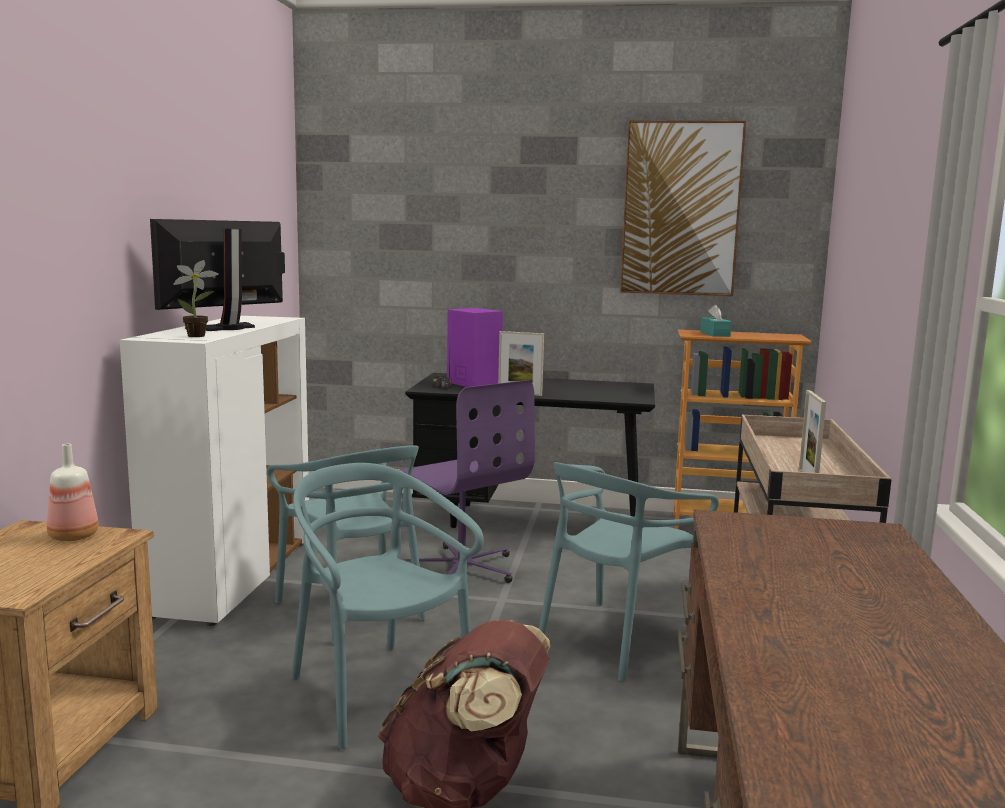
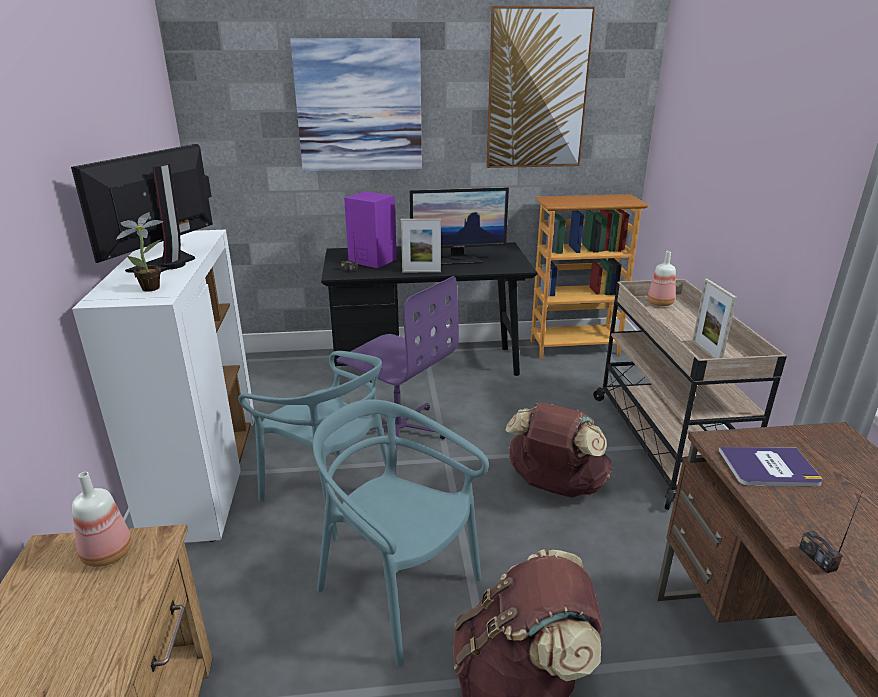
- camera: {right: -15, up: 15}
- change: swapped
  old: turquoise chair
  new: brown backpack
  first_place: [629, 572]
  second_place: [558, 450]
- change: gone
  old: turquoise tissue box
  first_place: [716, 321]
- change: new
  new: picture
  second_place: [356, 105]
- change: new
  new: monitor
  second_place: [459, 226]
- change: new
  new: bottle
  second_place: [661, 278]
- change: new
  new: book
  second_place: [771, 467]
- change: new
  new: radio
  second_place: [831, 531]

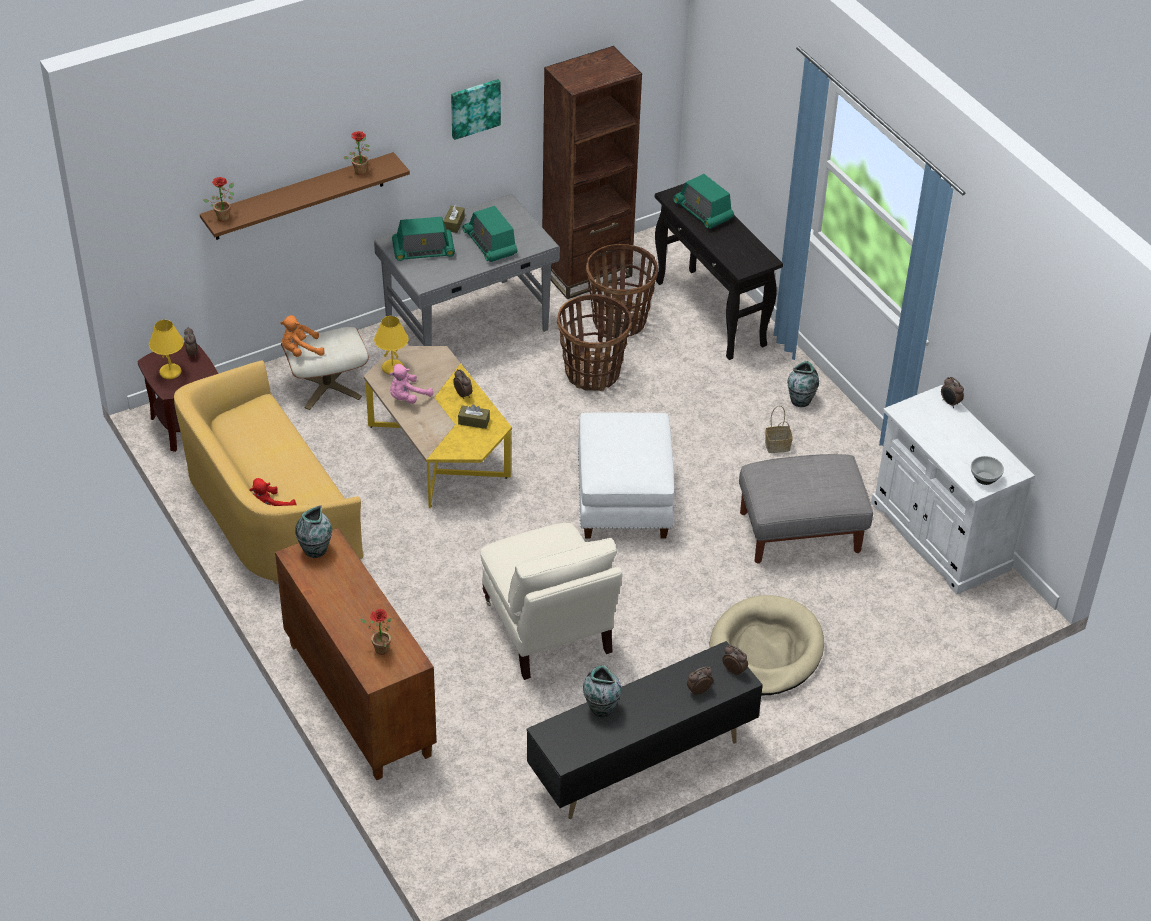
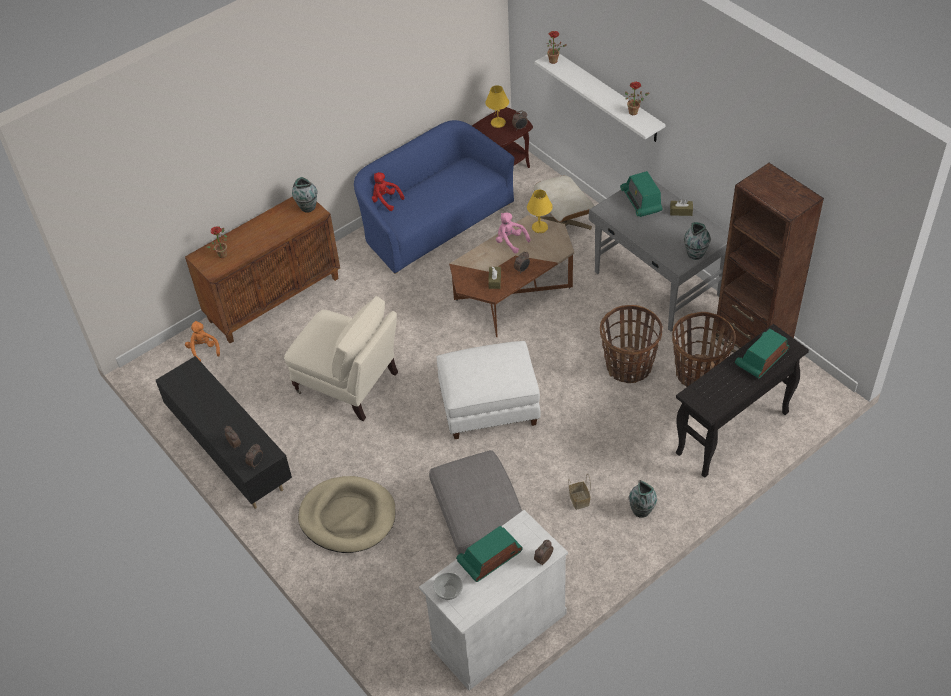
- camera: {right: 85, up: 5}
- change: repainted
  old: yellow sofa
  new: blue sofa
  first_place: [268, 472]
  second_place: [434, 197]
- change: repainted
  old: brown shelf
  new: white shelf
  first_place: [305, 196]
  second_place: [600, 97]
- change: shifted
  old: orange plush toy
  first_place: [302, 336]
  second_place: [202, 341]
- change: repainted
  old: yellow coffee table
  new: brown coffee table
  first_place: [438, 427]
  second_place: [511, 276]
- change: gone
  old: picture
  first_place: [476, 109]
- change: shifted
  old: radio
  first_place: [489, 234]
  second_place: [489, 554]
- change: rotated
  old: beige armchair
  first_place: [551, 601]
  second_place: [341, 358]
  degrees: -120
- change: shifted
  old: vase
  first_place: [602, 691]
  second_place: [697, 241]

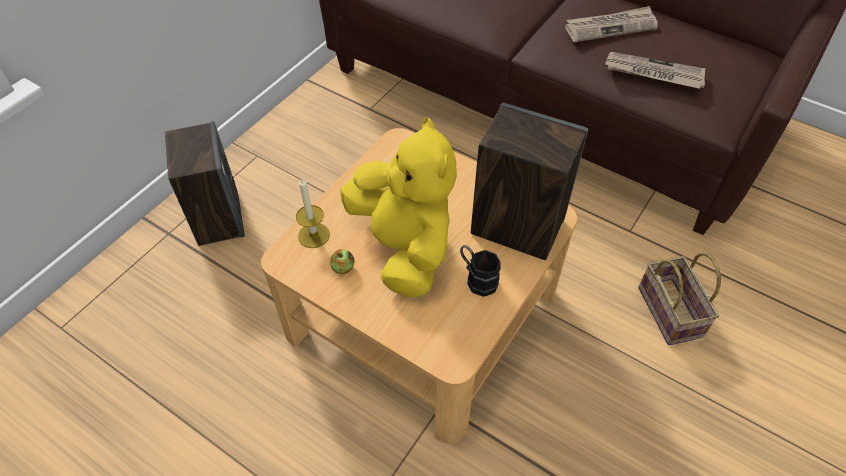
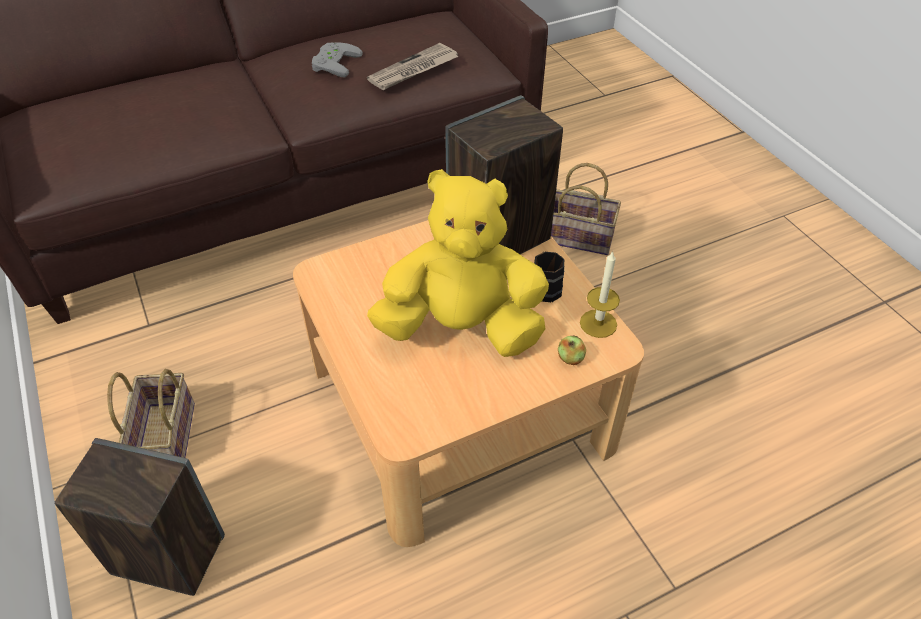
- camera: {right: -60, up: -5}
- change: shifted
  old: candle
  first_place: [313, 212]
  second_place: [600, 295]
- change: shifted
  old: apple
  first_place: [342, 261]
  second_place: [572, 350]
- change: swapped
  old: newspaper
  new: grey game controller
  first_place: [611, 24]
  second_place: [337, 59]
- change: new
  new: basket
  second_place: [151, 413]

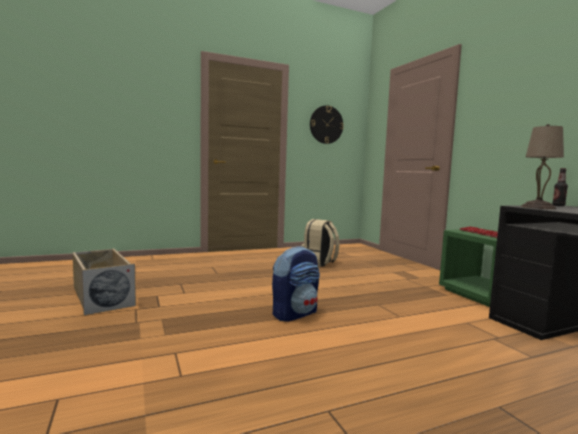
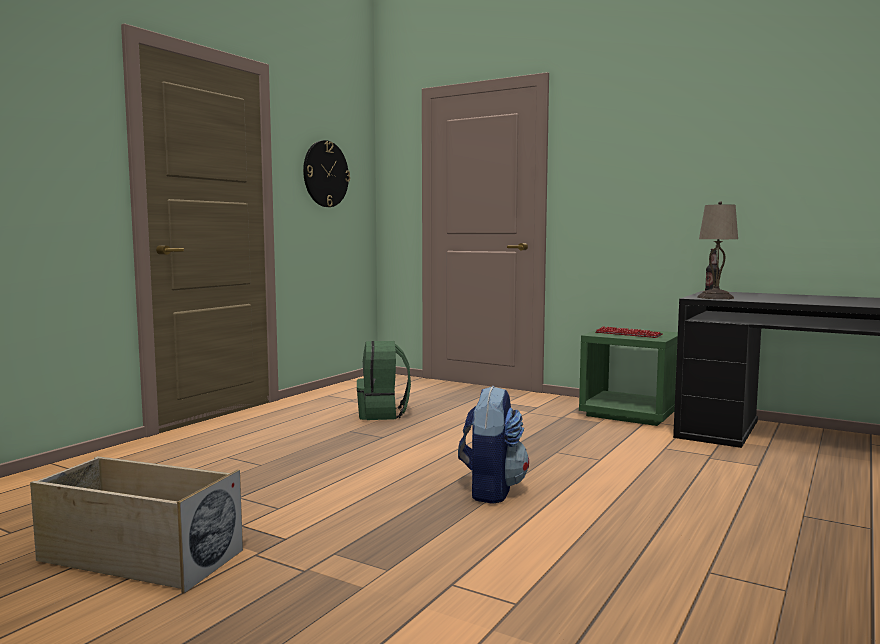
- camera: {right: -35, up: 0}
- change: repainted
  old: beige backpack
  new: green backpack
  first_place: [320, 243]
  second_place: [384, 380]

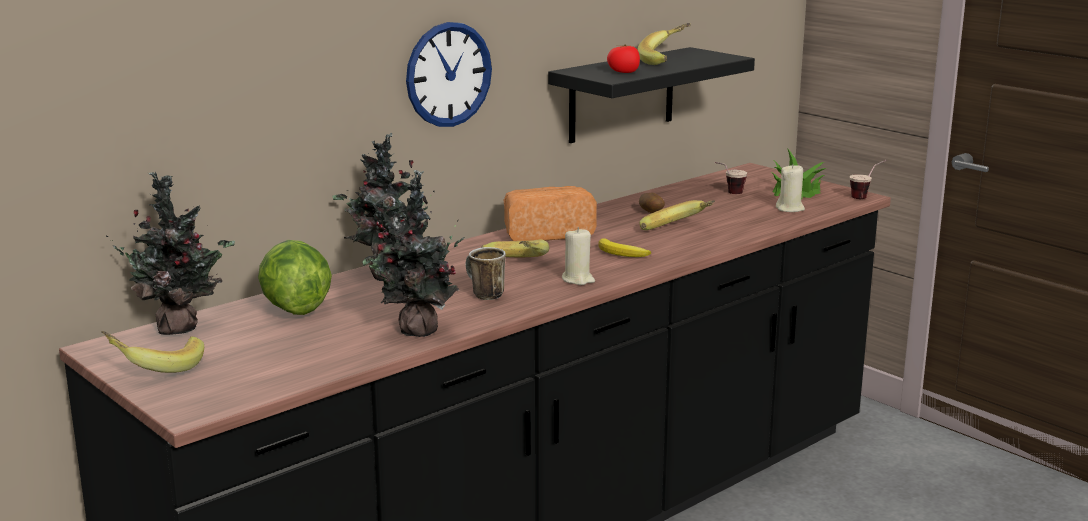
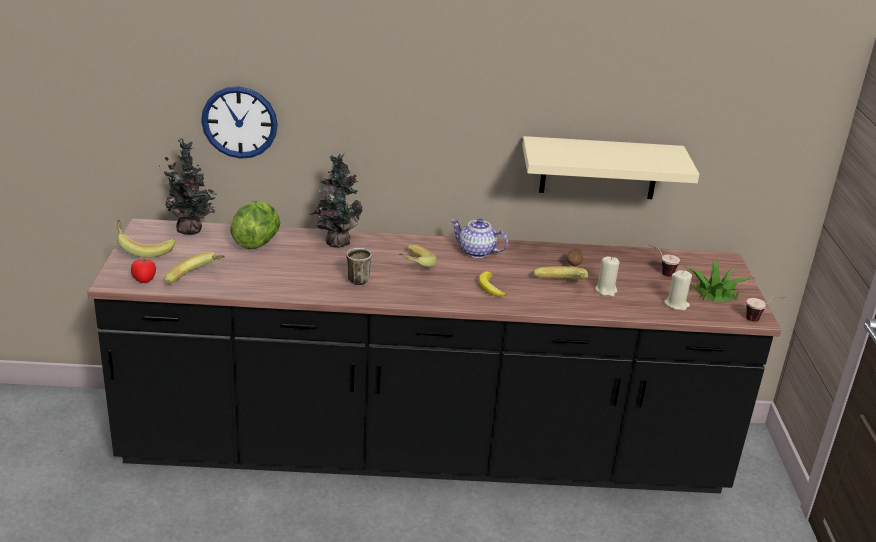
- camera: {right: 40, up: 10}
- change: gone
  old: potted plant
  first_place: [413, 253]
- change: shifted
  old: wall clock
  first_place: [449, 74]
  second_place: [239, 122]
- change: swapped
  old: bread
  new: teapot
  first_place: [550, 213]
  second_place: [479, 238]
- change: repainted
  old: black shelf
  new: beige shelf
  first_place: [651, 95]
  second_place: [610, 167]
- change: shifted
  old: beige candle
  first_place: [578, 256]
  second_place: [607, 276]
- change: shifted
  old: tomato
  first_place: [623, 58]
  second_place: [143, 270]
- change: shifted
  old: banana
  first_place: [664, 44]
  second_place: [194, 268]

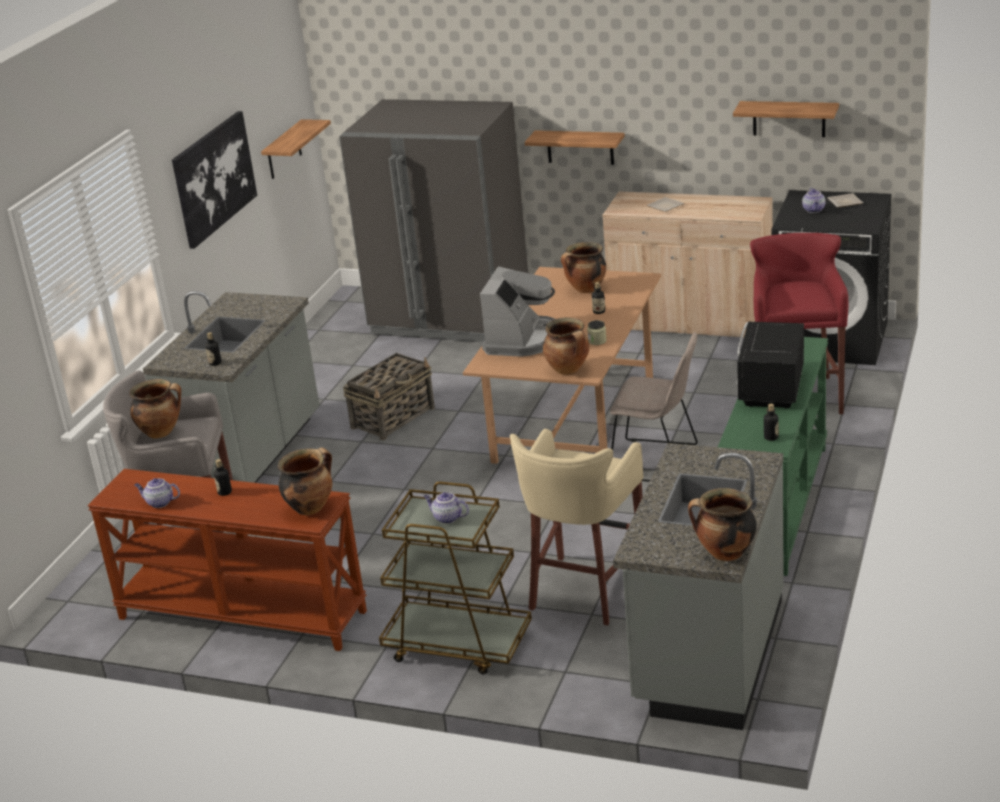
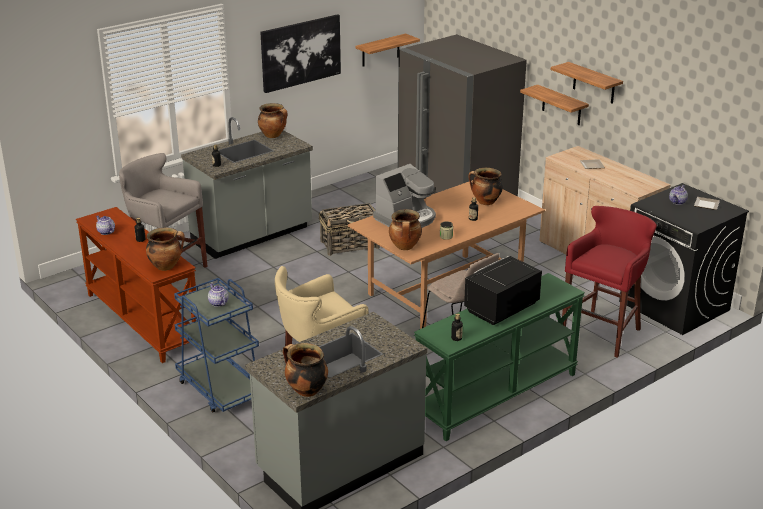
- camera: {right: 30, up: 0}
- change: shifted
  old: cooking pot
  first_place: [155, 408]
  second_place: [273, 120]
- change: repainted
  old: brown cart
  new: blue cart
  first_place: [455, 577]
  second_place: [216, 345]
- change: shifted
  old: shelf
  first_place: [786, 119]
  second_place: [587, 83]

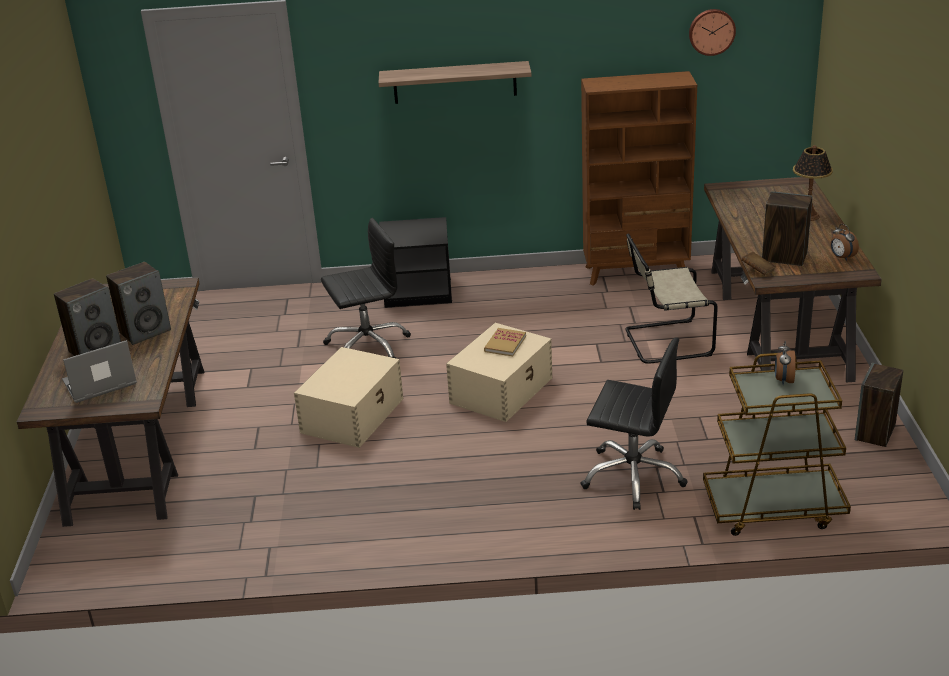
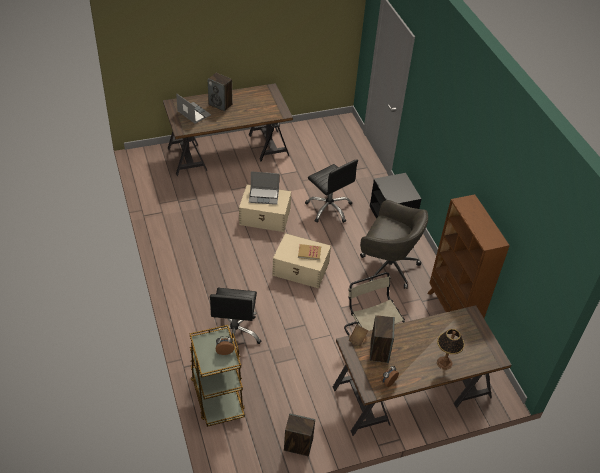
- camera: {right: 70, up: 15}
- change: gone
  old: speaker
  first_place: [138, 303]
- change: gone
  old: shelf
  first_place: [455, 82]
- change: gone
  old: wall clock
  first_place: [712, 32]
- change: new
  new: laptop
  second_place: [264, 188]
- change: new
  new: grey office chair
  second_place: [394, 244]

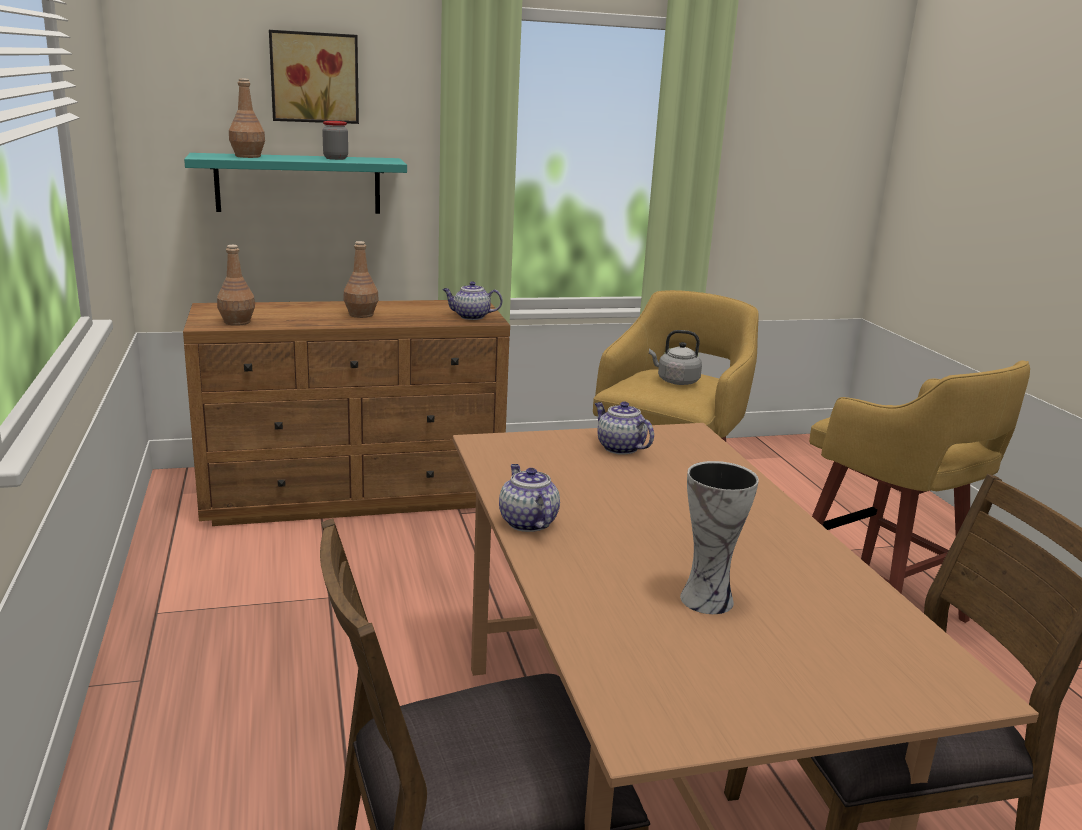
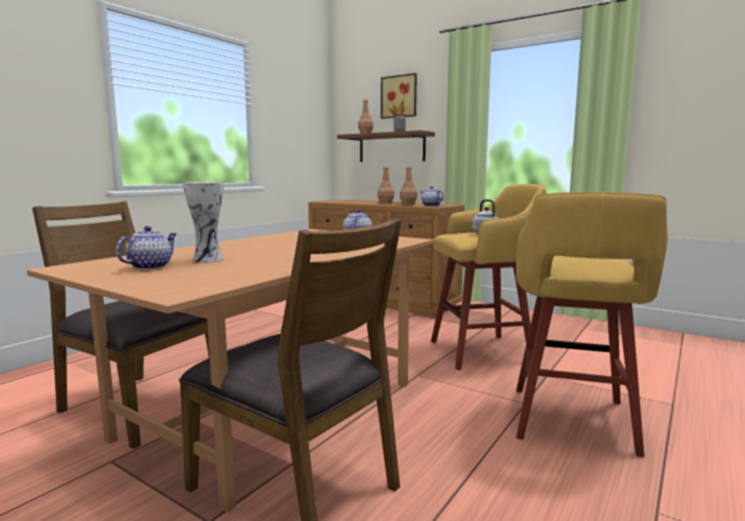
- camera: {right: 50, up: -10}
- change: repainted
  old: turquoise shelf
  new: brown shelf
  first_place: [295, 183]
  second_place: [386, 146]
- change: shifted
  old: brown bottle
  first_place: [236, 285]
  second_place: [409, 185]
- change: shifted
  old: teapot
  first_place: [529, 498]
  second_place: [146, 248]

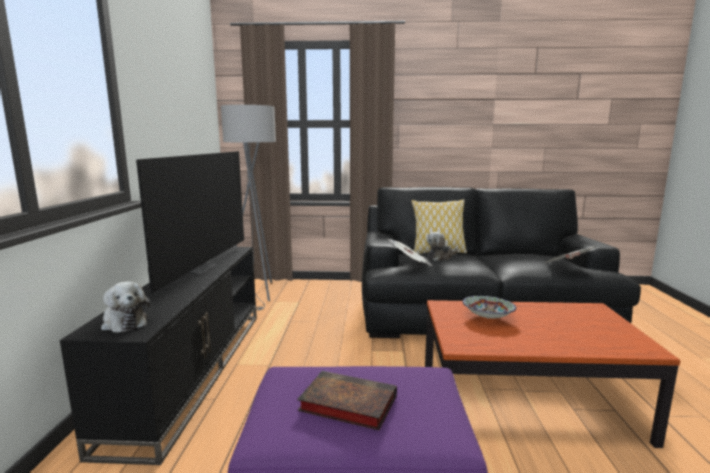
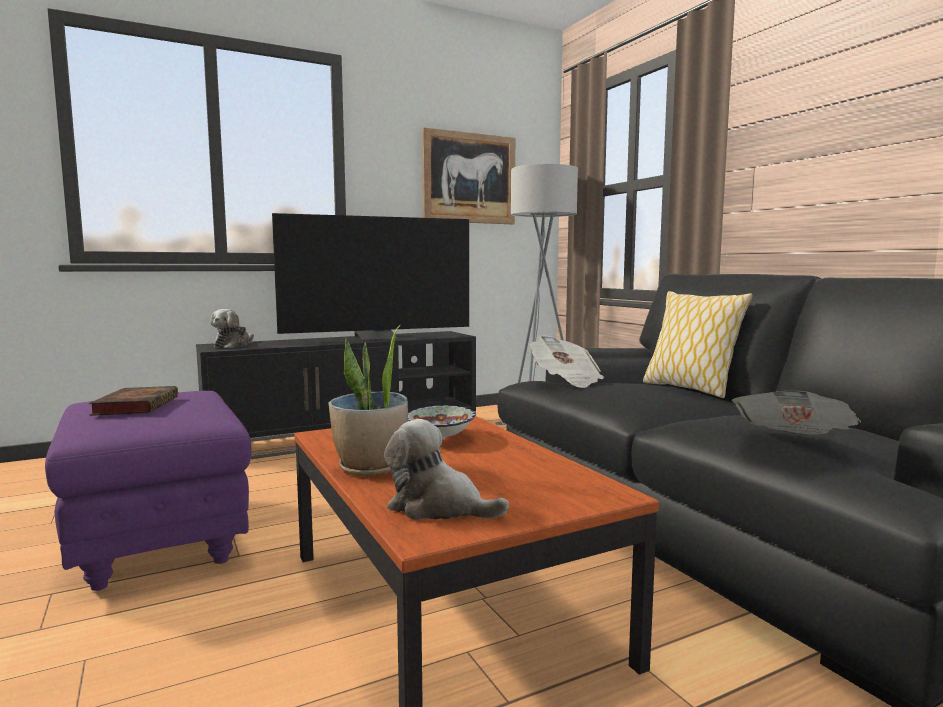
- camera: {right: 60, up: -5}
- change: shifted
  old: plush toy
  first_place: [442, 246]
  second_place: [446, 469]
- change: new
  new: potted plant
  second_place: [368, 400]
- change: new
  new: picture
  second_place: [468, 176]

